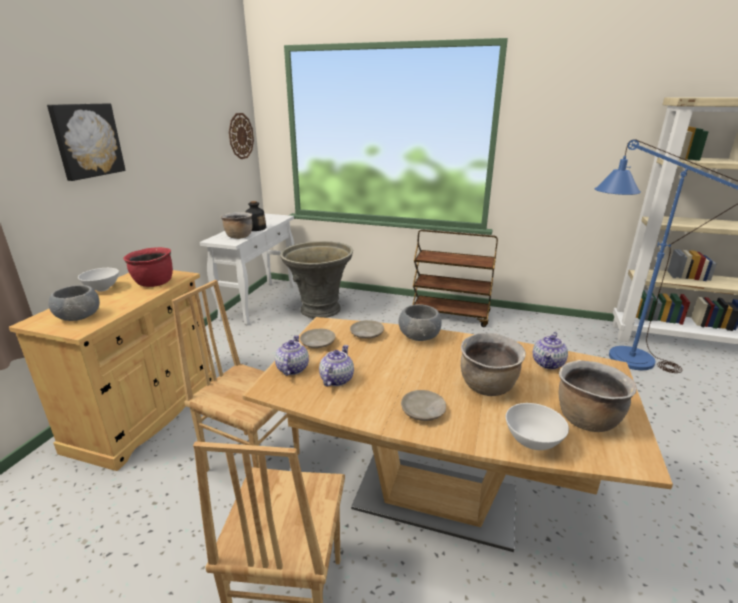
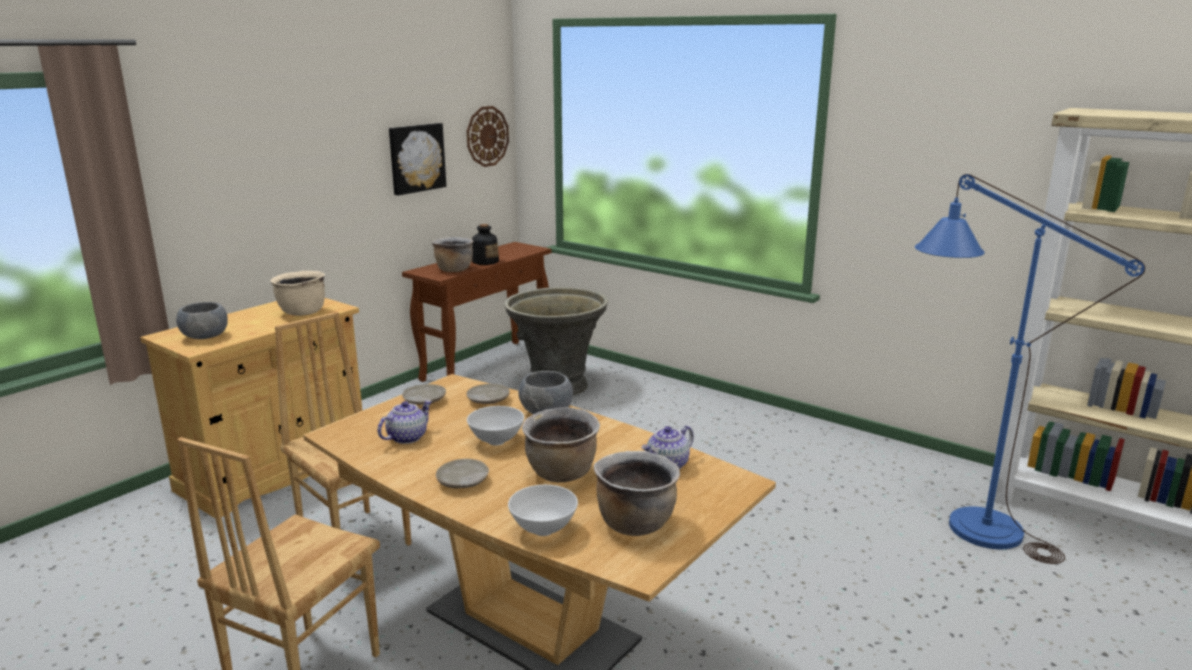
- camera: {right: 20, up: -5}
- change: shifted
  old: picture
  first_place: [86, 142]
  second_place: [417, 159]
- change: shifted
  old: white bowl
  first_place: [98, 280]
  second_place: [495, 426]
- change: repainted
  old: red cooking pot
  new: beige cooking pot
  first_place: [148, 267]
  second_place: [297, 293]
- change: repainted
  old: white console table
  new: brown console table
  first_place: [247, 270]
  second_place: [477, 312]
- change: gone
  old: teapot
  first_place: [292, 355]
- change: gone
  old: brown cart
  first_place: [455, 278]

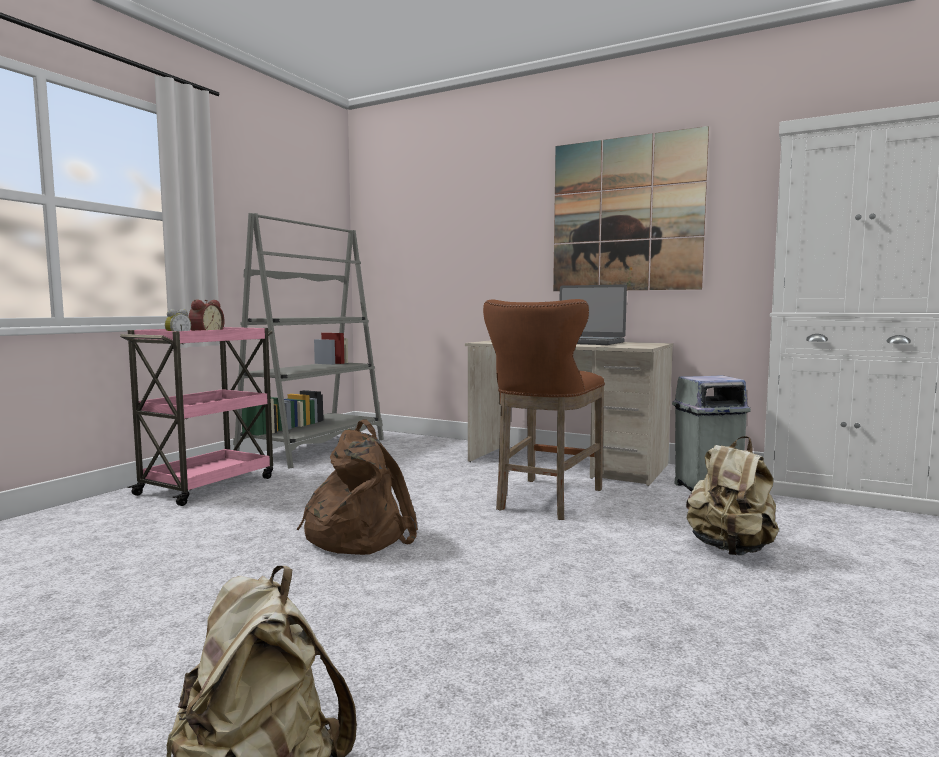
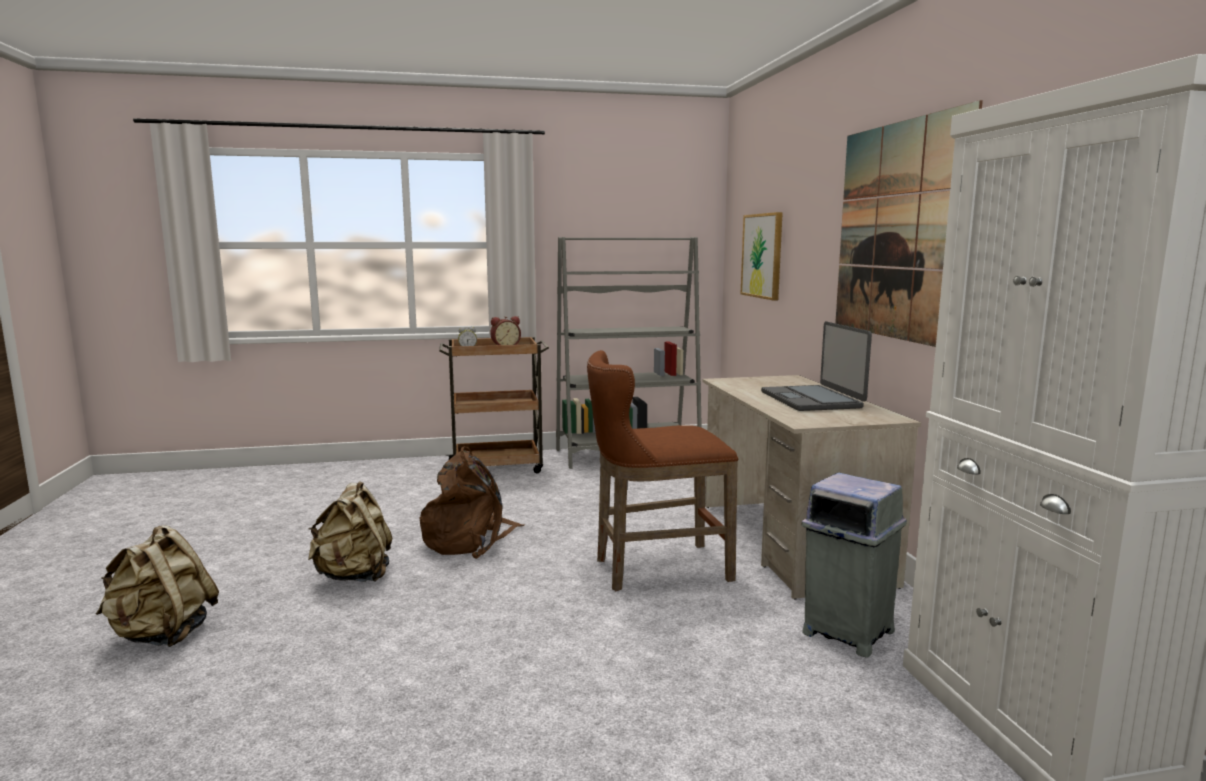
- camera: {right: 50, up: 5}
- change: repainted
  old: pink cart
  new: brown cart
  first_place: [196, 416]
  second_place: [494, 405]
- change: shifted
  old: beige backpack
  first_place: [732, 495]
  second_place: [350, 531]
- change: new
  new: picture
  second_place: [762, 256]

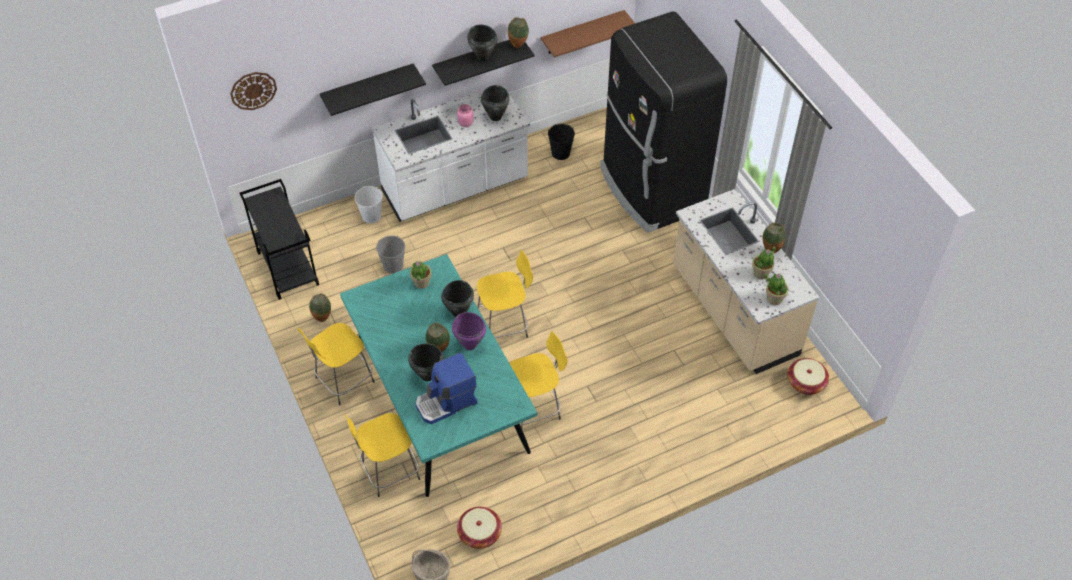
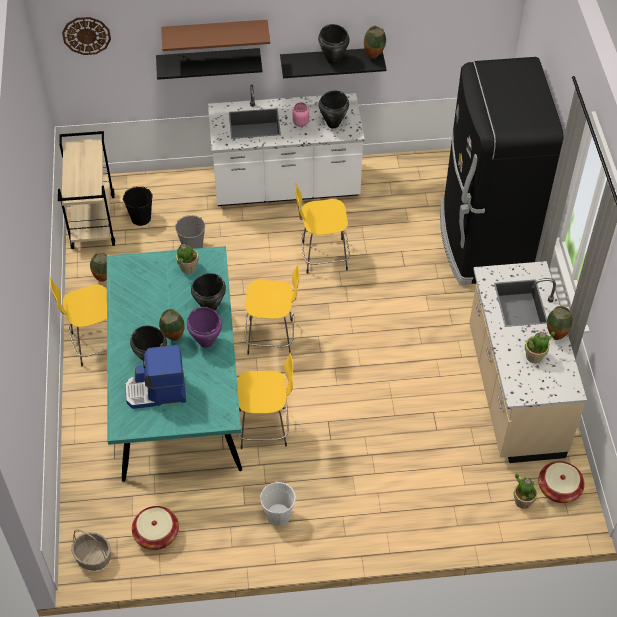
- camera: {right: 20, up: 0}
- change: repainted
  old: black cart
  new: beige cart
  first_place: [279, 239]
  second_place: [86, 190]
- change: shifted
  old: yellow stool
  first_place: [382, 455]
  second_place: [323, 228]
- change: shifted
  old: white bucket
  first_place: [369, 204]
  second_place: [278, 503]
- change: shifted
  old: brown shelf
  first_place: [588, 33]
  second_place: [215, 35]
- change: shifted
  old: black bucket
  first_place: [561, 141]
  second_place: [138, 206]
- change: shifted
  old: potted plant
  first_place: [776, 289]
  second_place: [525, 491]

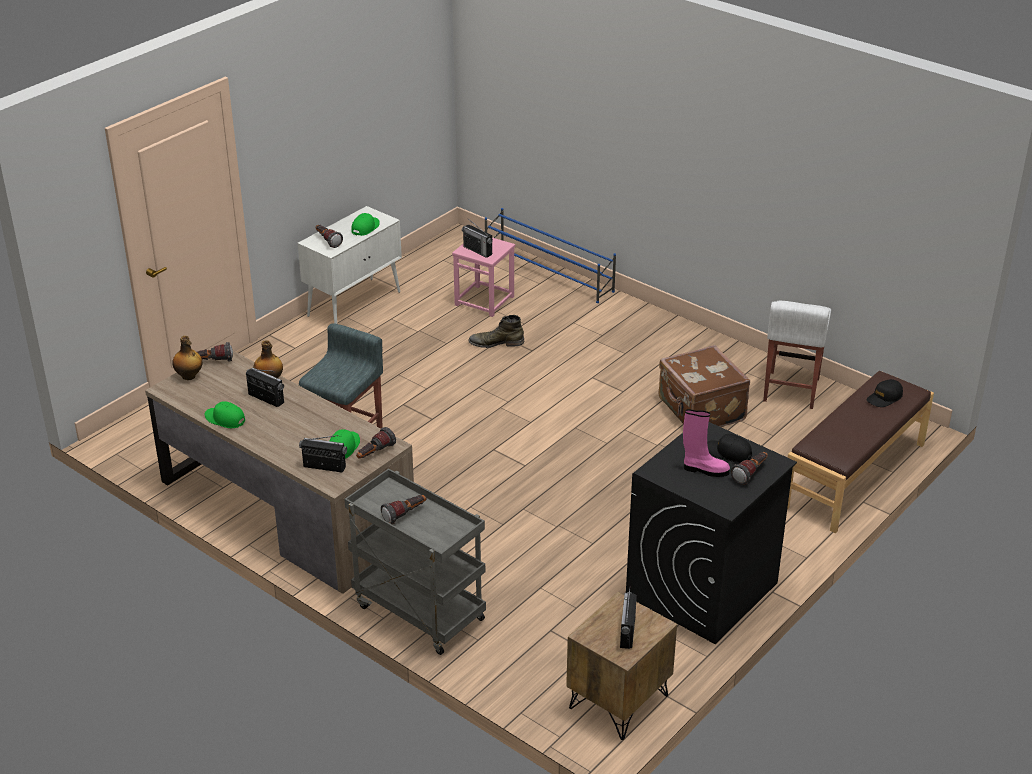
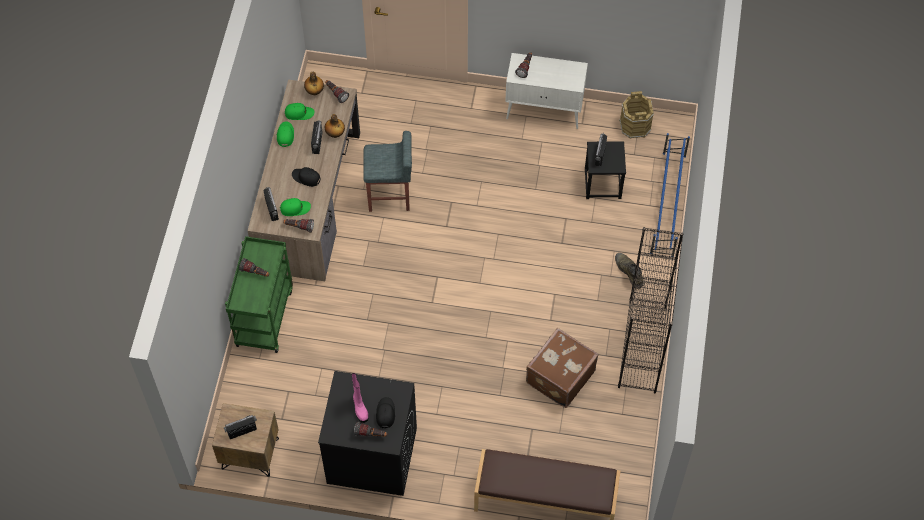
- camera: {right: 60, up: 25}
- change: repainted
  old: grey cart
  new: green cart
  first_place: [415, 561]
  second_place: [259, 294]
- change: shifted
  old: green cap
  first_place: [365, 224]
  second_place: [299, 111]
- change: repainted
  old: pink stool
  new: black stool
  first_place: [483, 277]
  second_place: [605, 170]
- change: shifted
  old: green boot
  first_place: [496, 331]
  second_place: [629, 271]
- change: gone
  old: white stool
  first_place: [797, 355]
- change: shifted
  old: black cap
  first_place: [884, 393]
  second_place: [306, 177]
- change: new
  new: black bookcase
  second_place: [650, 310]
- change: new
  new: brown bucket
  second_place: [636, 115]

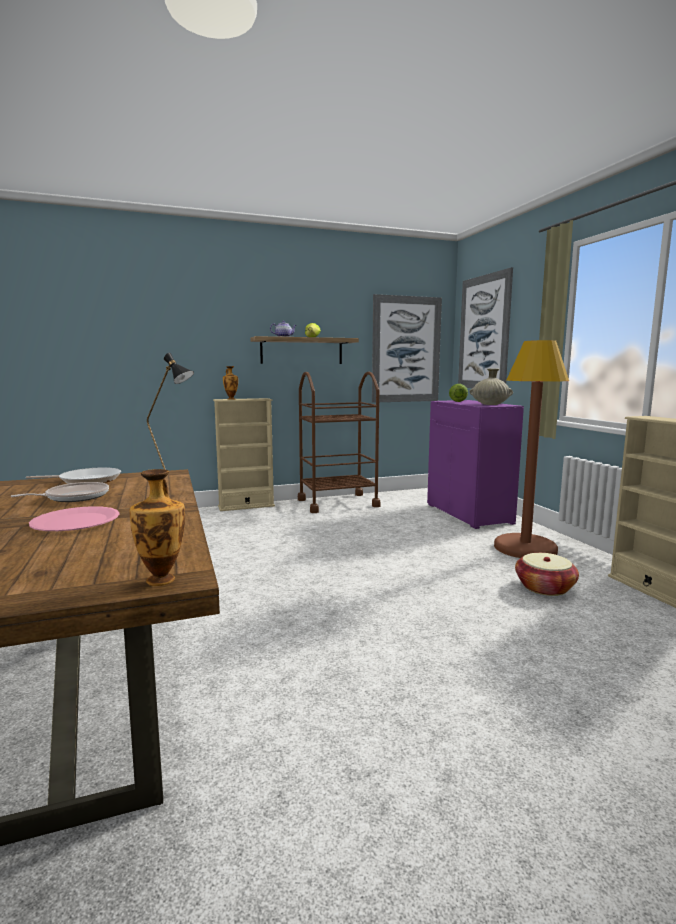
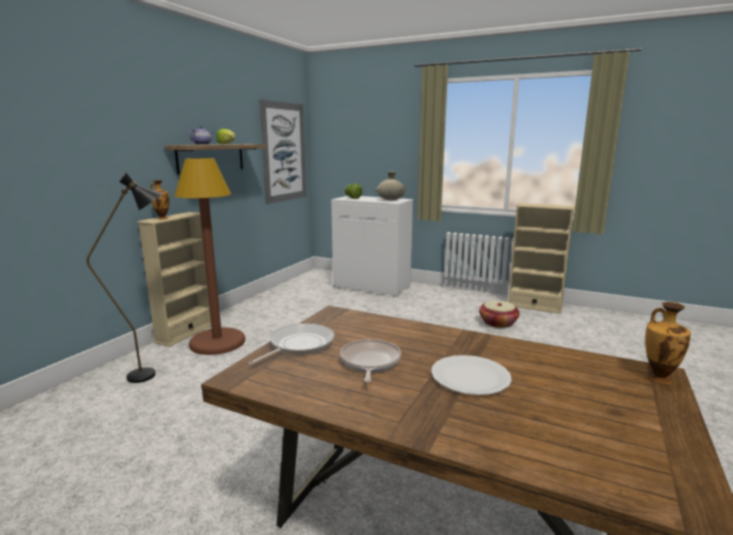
- camera: {right: -45, up: 5}
- change: repainted
  old: pink plate
  new: white plate
  first_place: [74, 518]
  second_place: [471, 375]
- change: gone
  old: brown cart
  first_place: [339, 442]
- change: repainted
  old: purple cabinet
  new: white cabinet
  first_place: [475, 464]
  second_place: [372, 246]
- change: gone
  old: picture
  first_place: [485, 327]
- change: shifted
  old: brown floor lamp
  first_place: [531, 449]
  second_place: [209, 256]

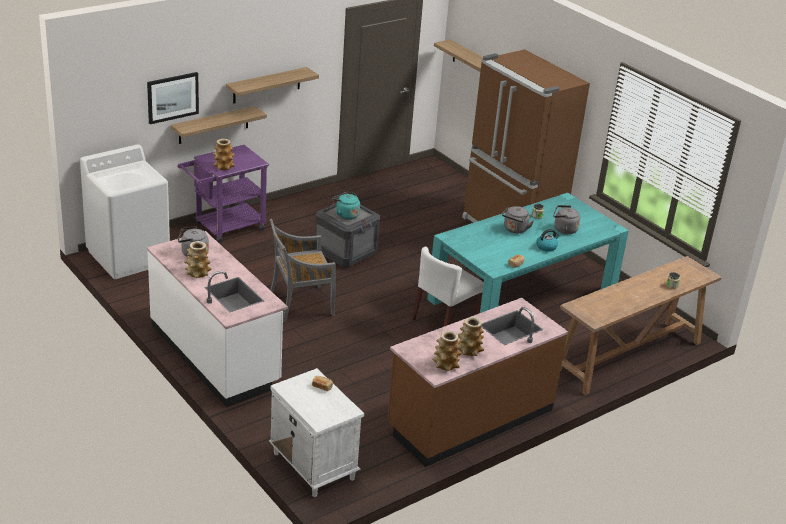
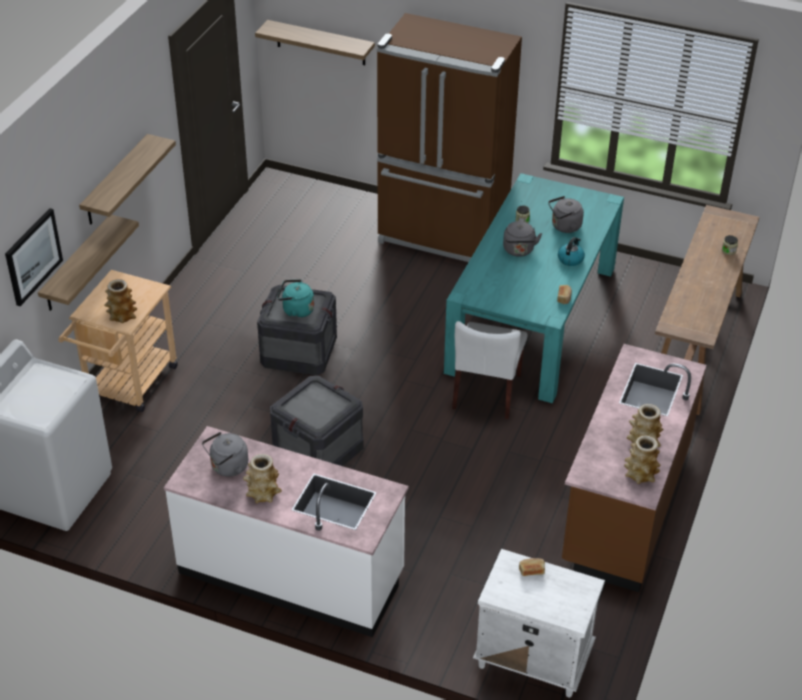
- camera: {right: -30, up: 10}
- change: repainted
  old: purple cart
  new: beige cart
  first_place: [223, 194]
  second_place: [117, 341]
- change: swapped
  old: grey chair
  new: crate
  first_place: [303, 270]
  second_place: [317, 421]

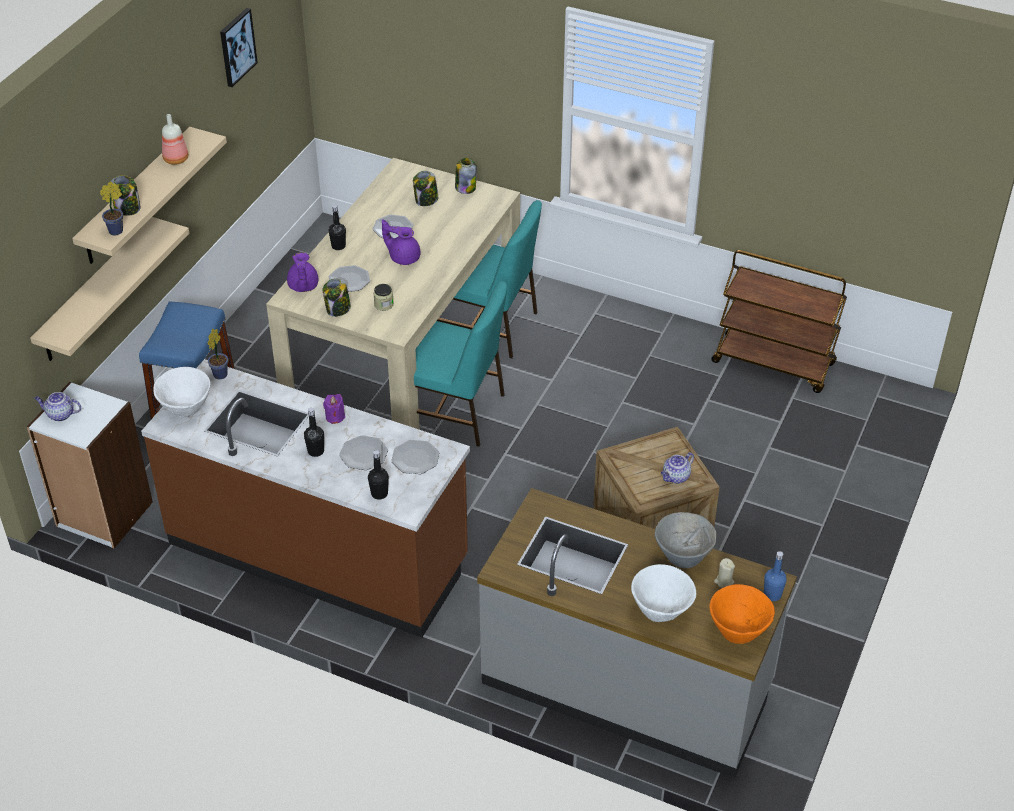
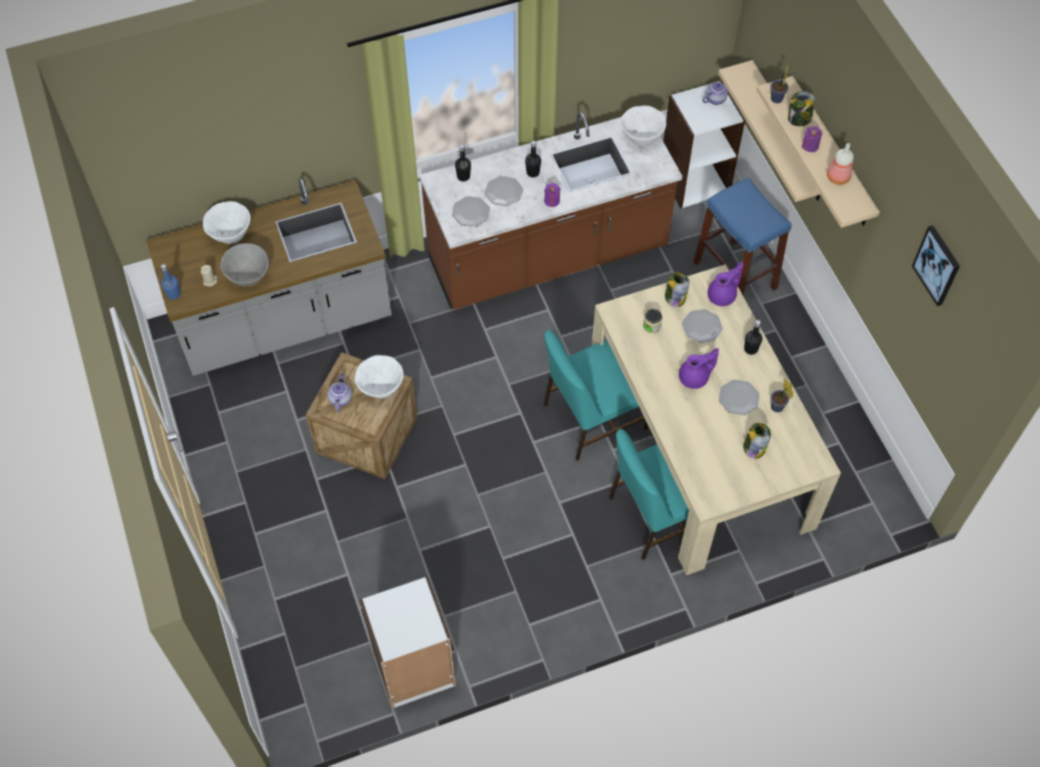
- camera: {right: 135, up: 15}
- change: shifted
  old: potted plant
  first_place: [217, 354]
  second_place: [782, 395]
- change: rotated
  old: purple teapot
  first_place: [302, 272]
  second_place: [725, 284]
  degrees: 105
- change: gone
  old: jar
  first_place: [466, 176]
- change: gone
  old: orange bowl
  first_place: [742, 614]
- change: swapped
  old: brown cart
  new: white bookcase
  first_place: [779, 321]
  second_place: [408, 642]
- change: new
  new: white bowl
  second_place: [379, 376]
- change: new
  new: purple candle
  second_place: [812, 139]

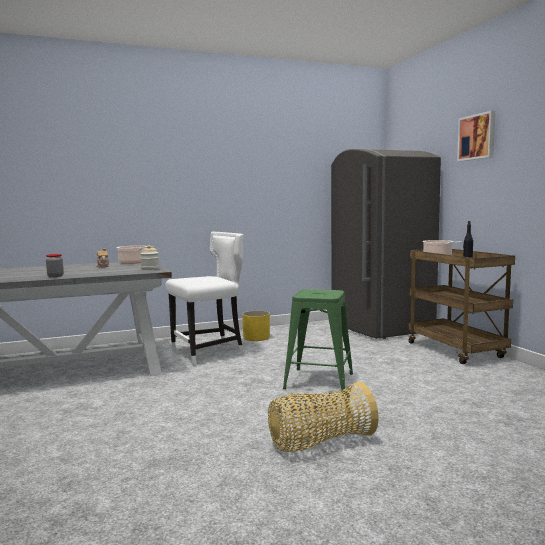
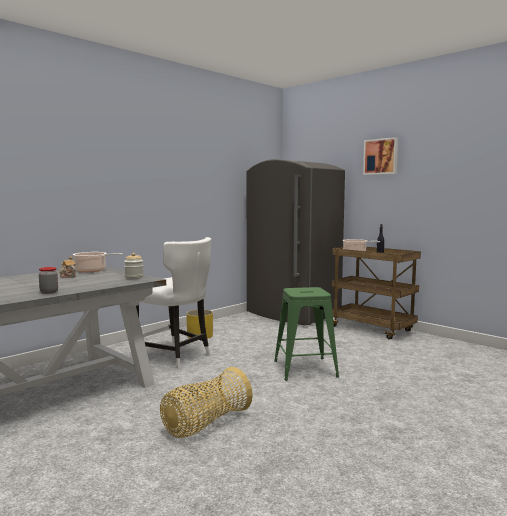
- camera: {right: -25, up: 0}
- change: rotated
  old: white chair
  first_place: [204, 299]
  second_place: [173, 302]
  degrees: 90
- change: shifted
  old: basket
  first_place: [323, 417]
  second_place: [206, 402]

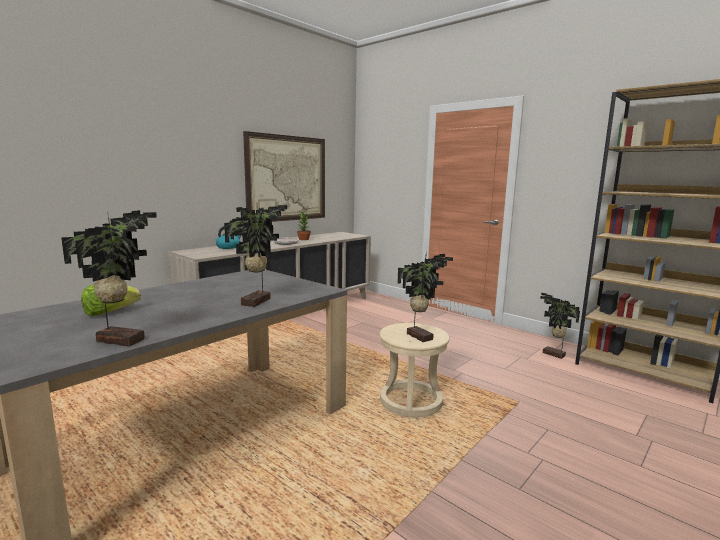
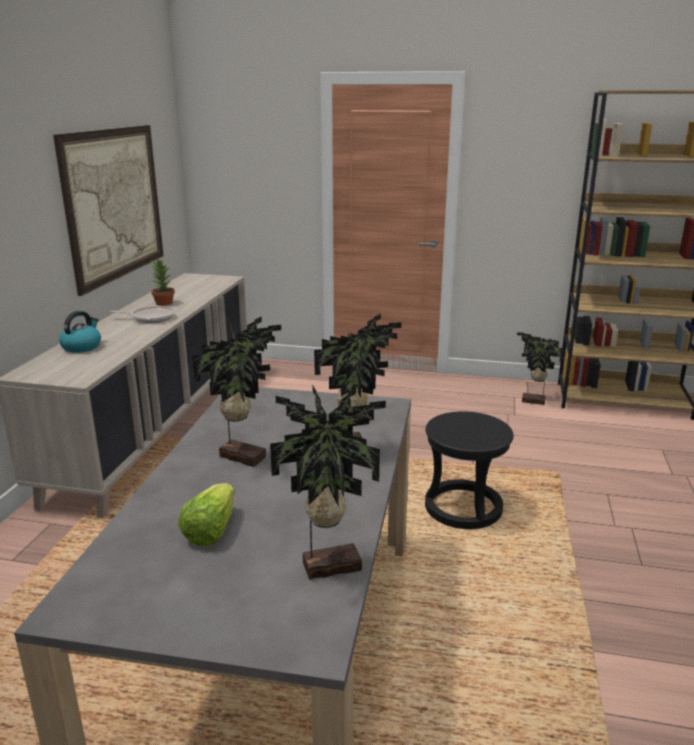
- camera: {right: -30, up: 10}
- change: repainted
  old: beige stool
  new: black stool
  first_place: [414, 370]
  second_place: [469, 470]
- change: shifted
  old: potted plant
  first_place: [425, 297]
  second_place: [236, 391]

